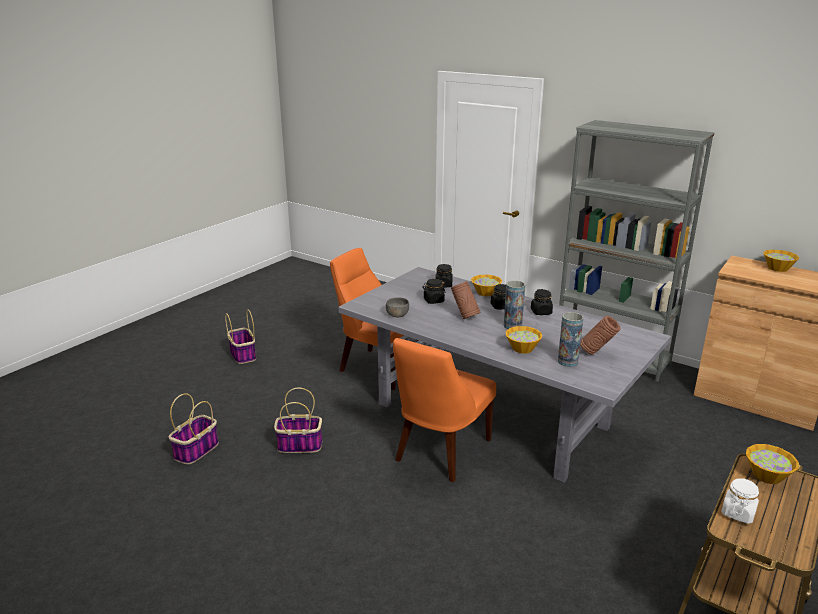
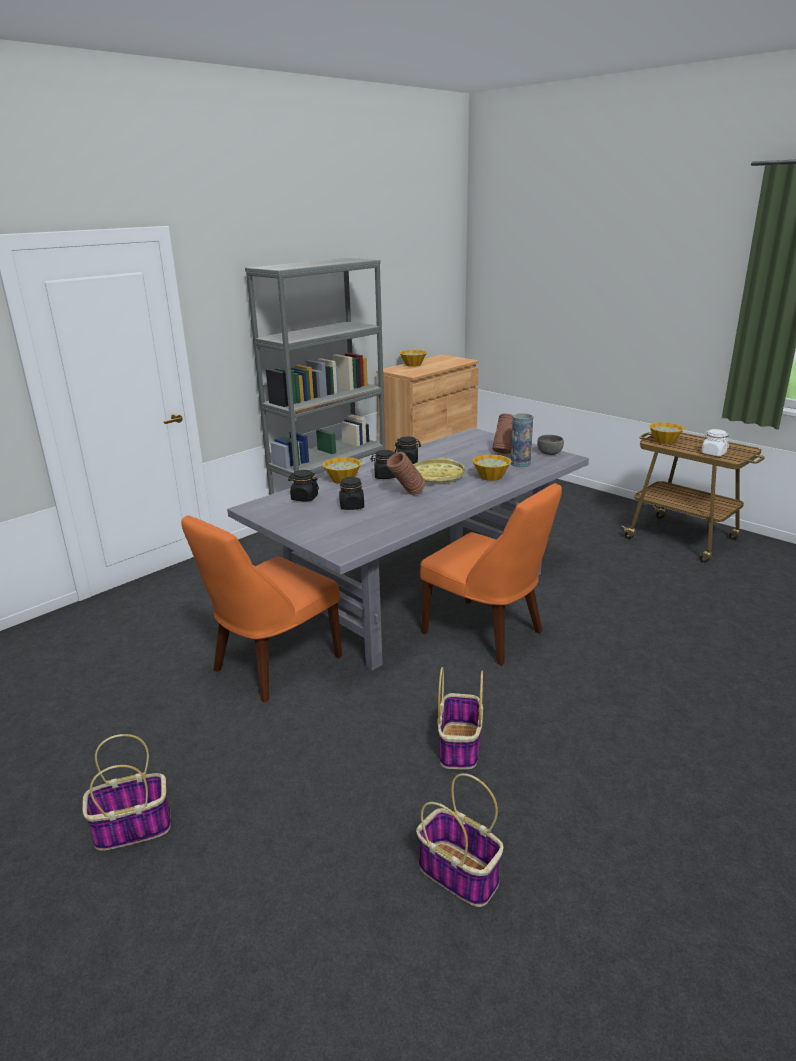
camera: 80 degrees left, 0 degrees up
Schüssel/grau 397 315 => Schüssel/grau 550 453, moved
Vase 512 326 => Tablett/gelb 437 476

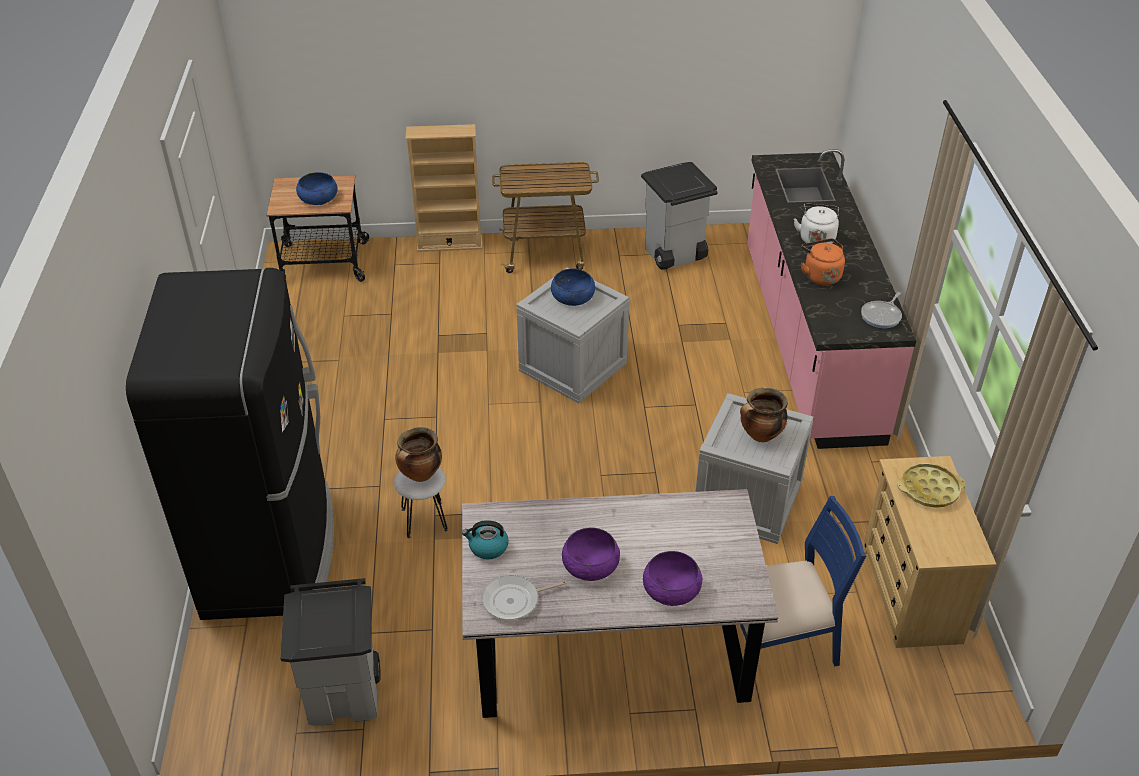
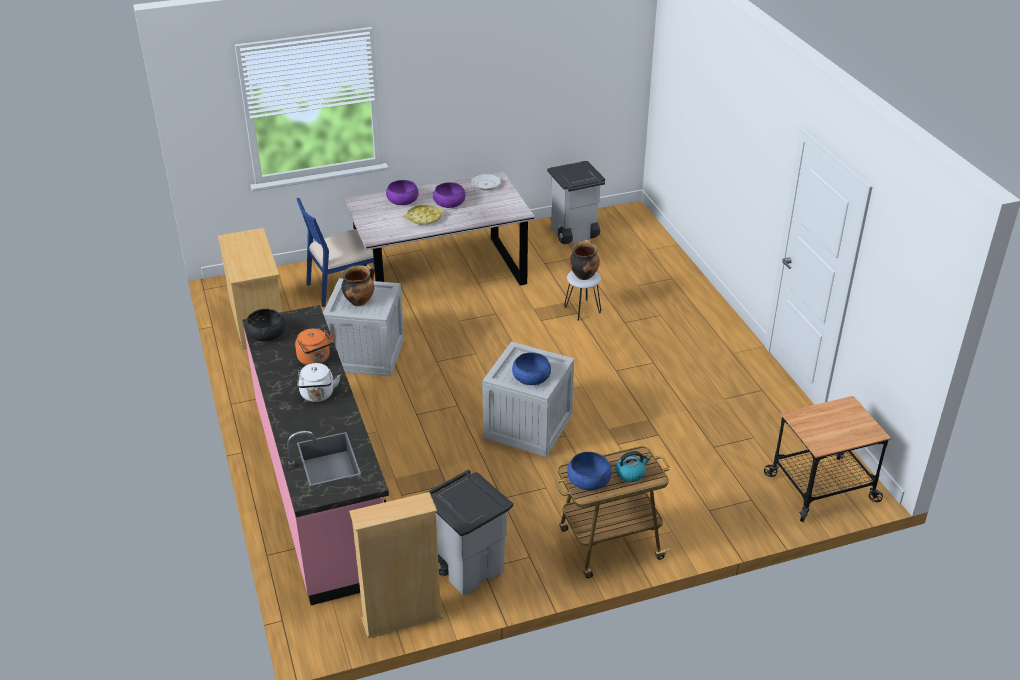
camera: 165 degrees right, 5 degrees down
Kühlschrank/schwarz 271 551 => nothing
Schüssel/blau 318 198 => Schüssel/blau 588 479, moved
Bücherregal/beige 449 244 => Bücherregal/beige 402 618, moved
Wasserkessel 487 547 => Wasserkessel 630 473, moved
Tablett/gelb 929 489 => Tablett/gelb 424 218, moved
Pfanne 882 316 => Schüssel/schwarz 266 333

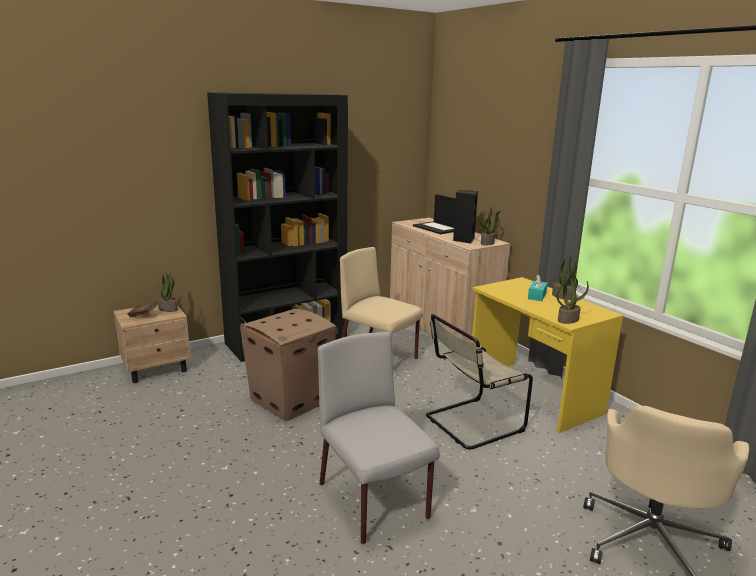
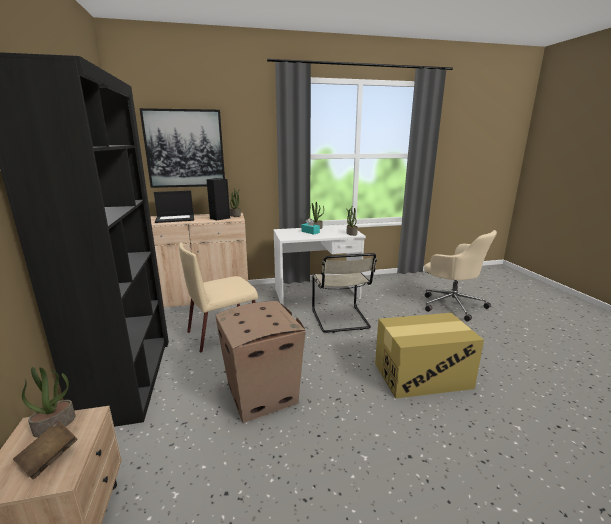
camera: 70 degrees left, 0 degrees up
nothing => Bild 185 149
Stuhl/grau 374 502 => Karton 421 375
Schreibtisch/gelb 532 394 => Schreibtisch/weiß 317 294

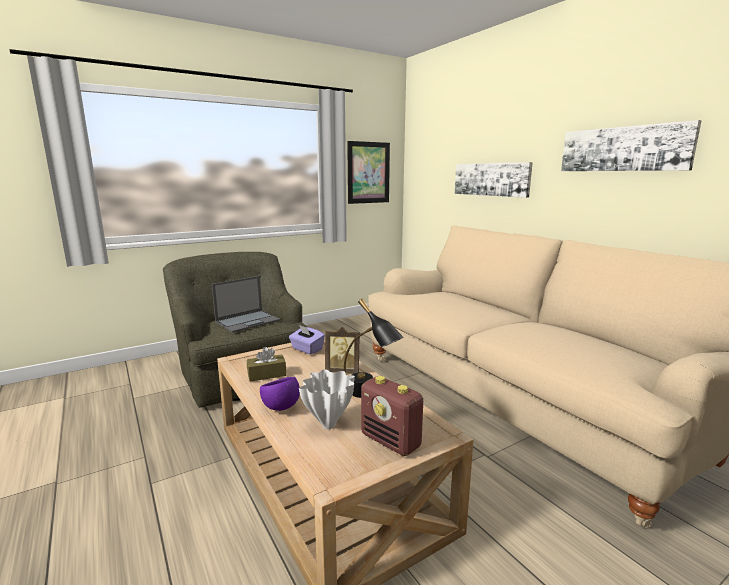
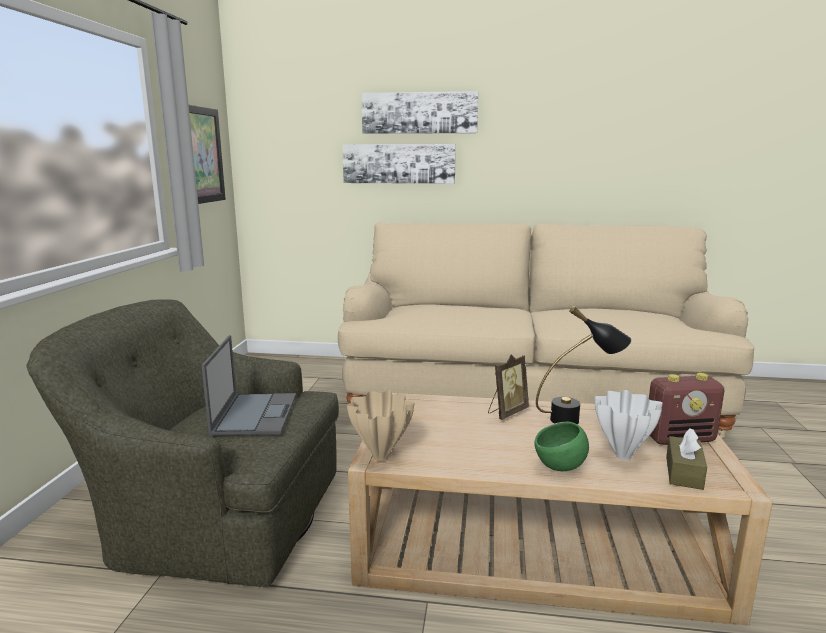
camera: 50 degrees left, 0 degrees up
Taschentuchbox/lila 306 349 => nothing
nothing => Vase/beige 381 457
Taschentuchbox/braun 266 374 => Taschentuchbox/braun 684 472, moved
Bild 623 149 => Bild 419 113, moved
Schüssel/lila 281 408 => Schüssel/grün 560 467

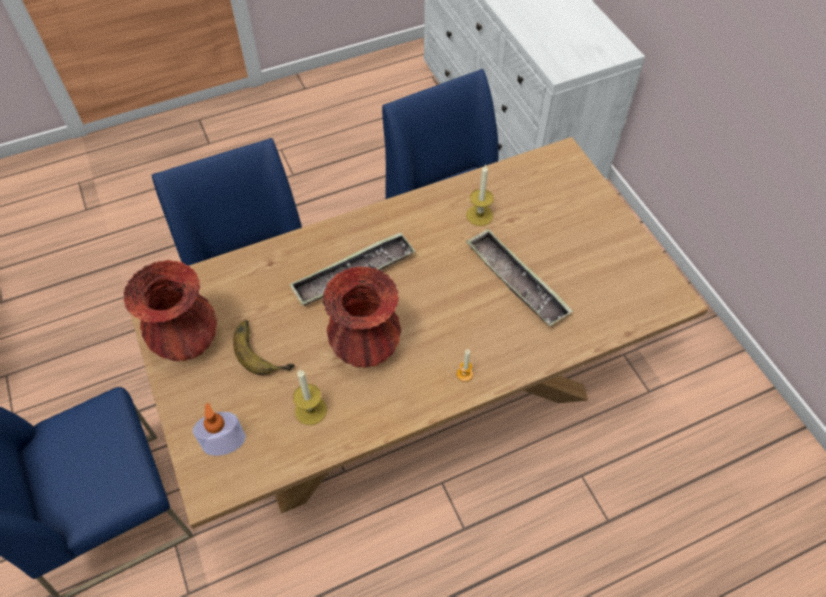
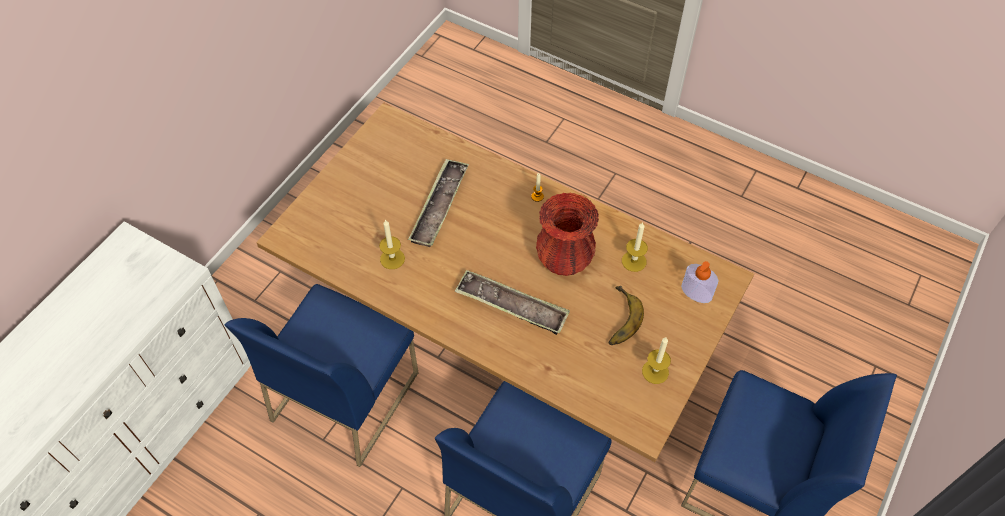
camera: 125 degrees left, 0 degrees up
Vase/rot 187 341 => Kerze 655 371

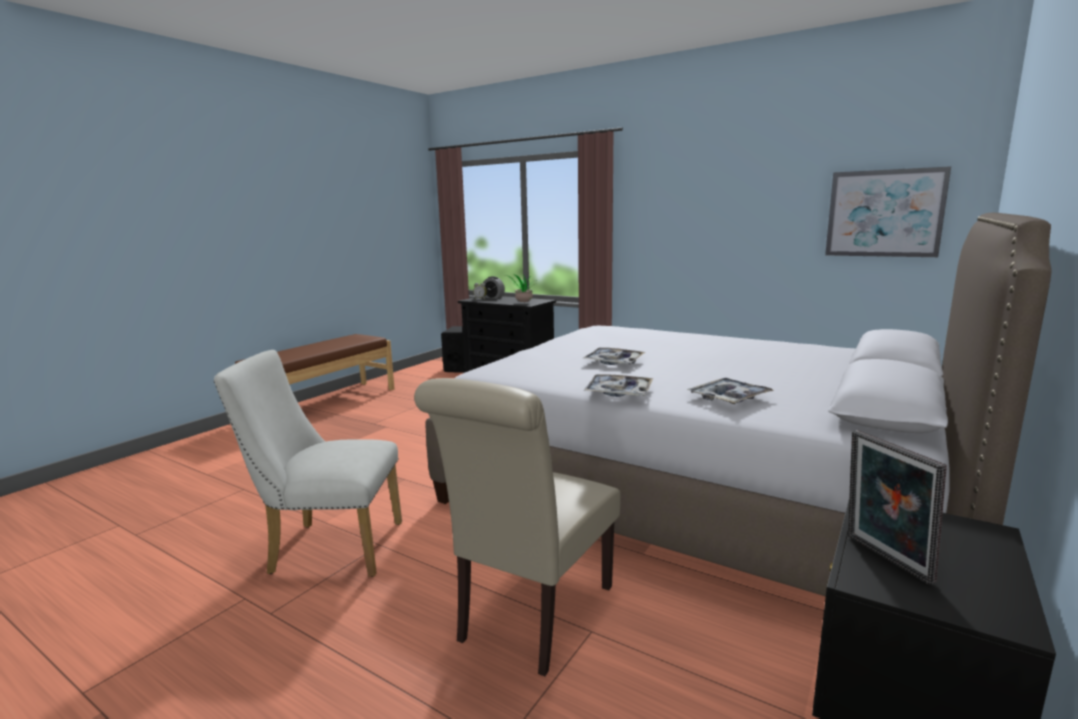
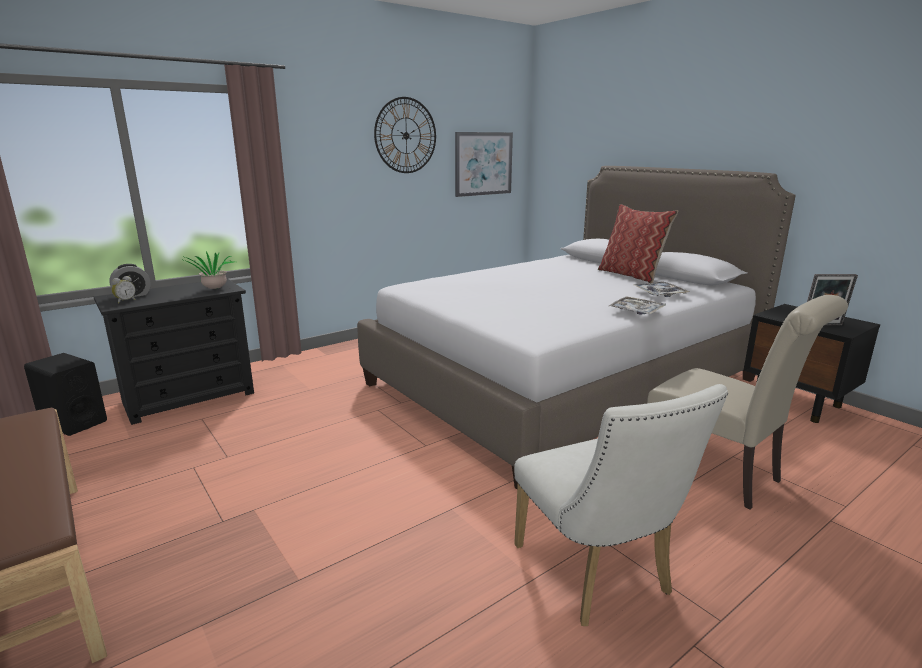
camera: 70 degrees left, 5 degrees up
Tablett 614 362 => nothing
nothing => Wanduhr 406 135
nothing => Kissen 631 275
Stuhl/weiß 328 548 => Stuhl/weiß 598 576, 45 degrees counterclockwise

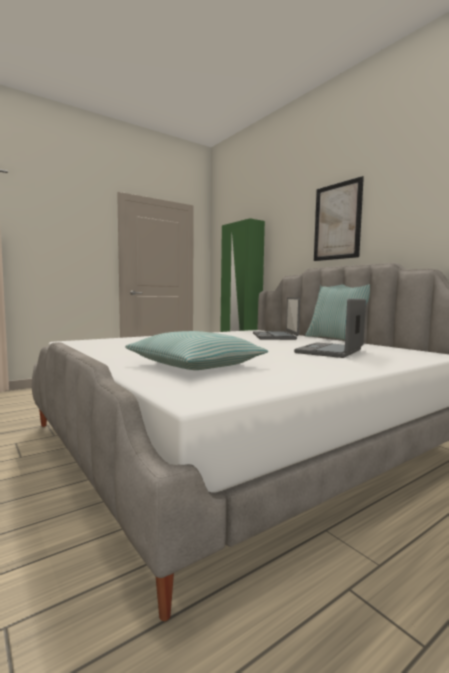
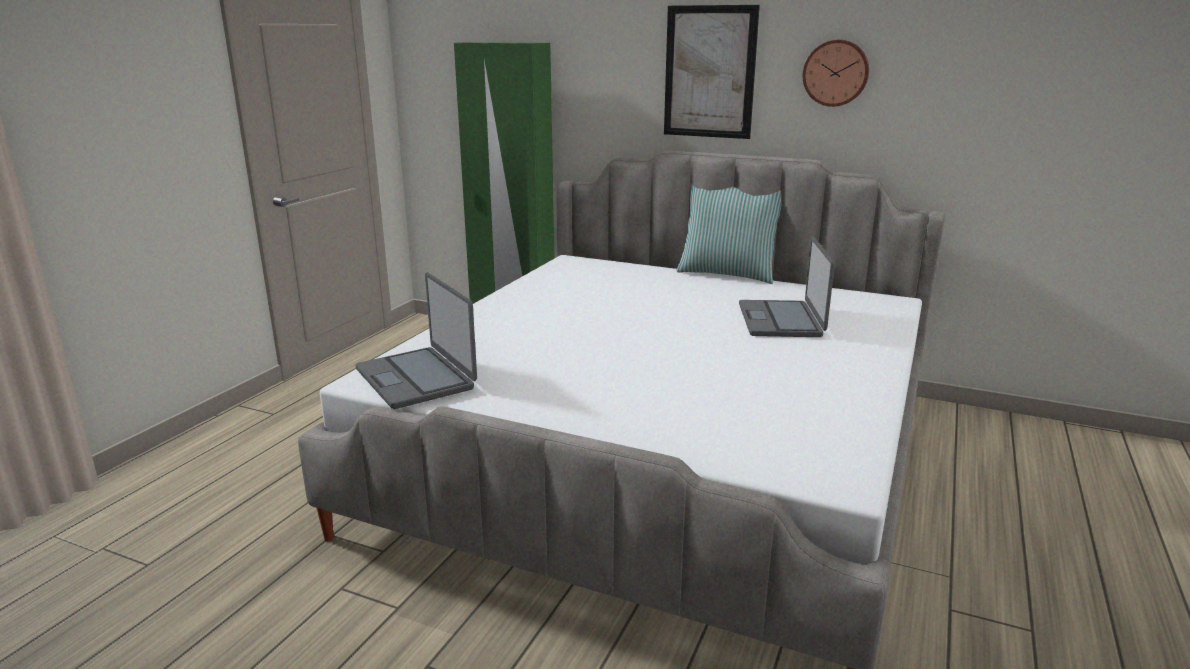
camera: 30 degrees left, 15 degrees up
Kissen 195 365 => nothing
nothing => Wanduhr 836 73
Laptop 275 336 => Laptop 416 378, moved

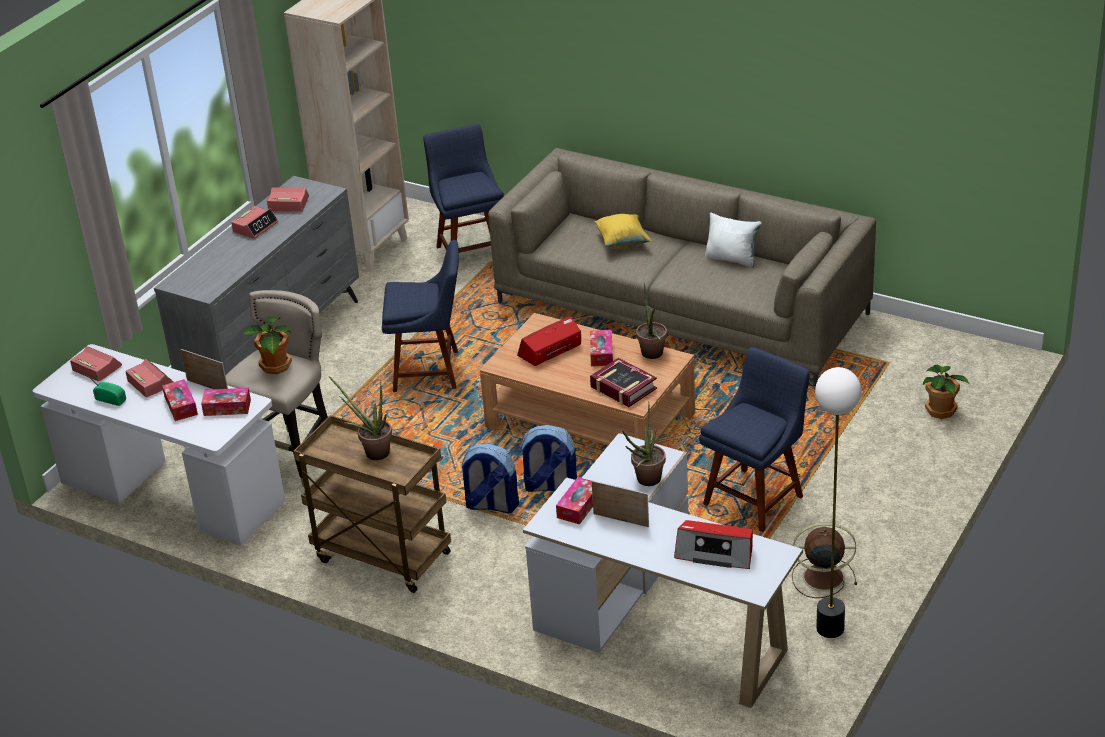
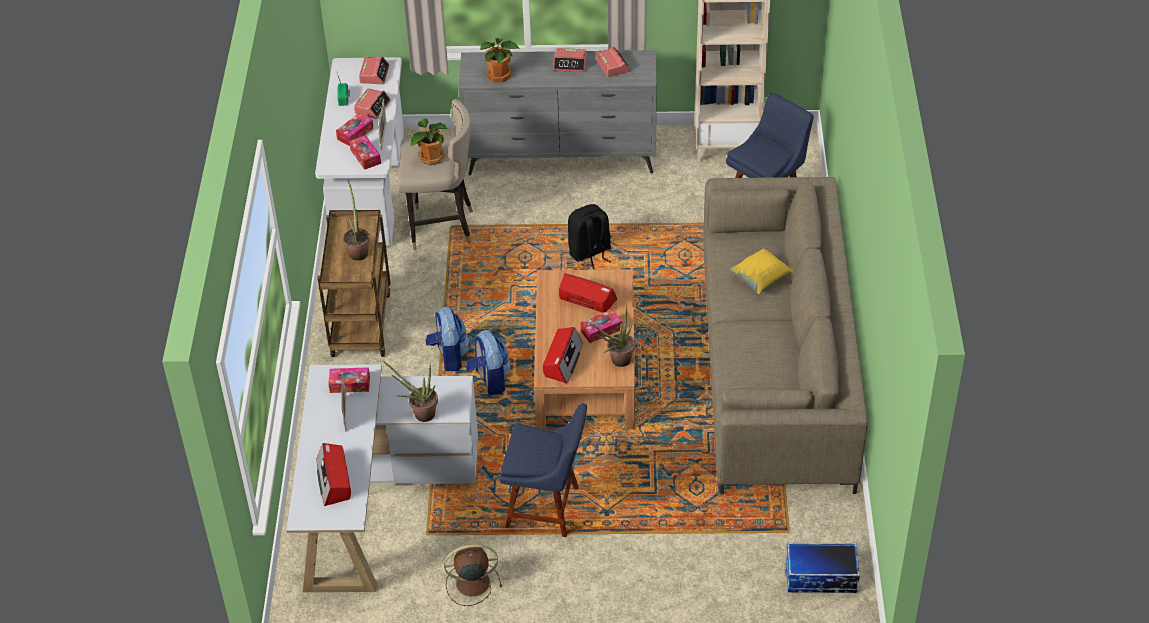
camera: 60 degrees right, 10 degrees up
Kissen/weiß 732 259 => nothing
Stehlampe 829 628 => nothing
nothing => Aufbewahrungsbox 820 578
Topfpflanze 941 410 => Topfpflanze 500 75, moved
Stuhl/blau 430 371 => Rucksack/schwarz 590 253
Buch 623 388 => Radio 562 361
Ventilator/braun 821 577 => Ventilator/braun 471 583, 75 degrees counterclockwise

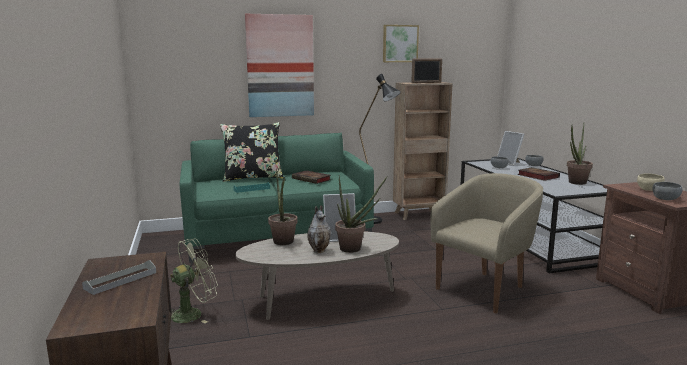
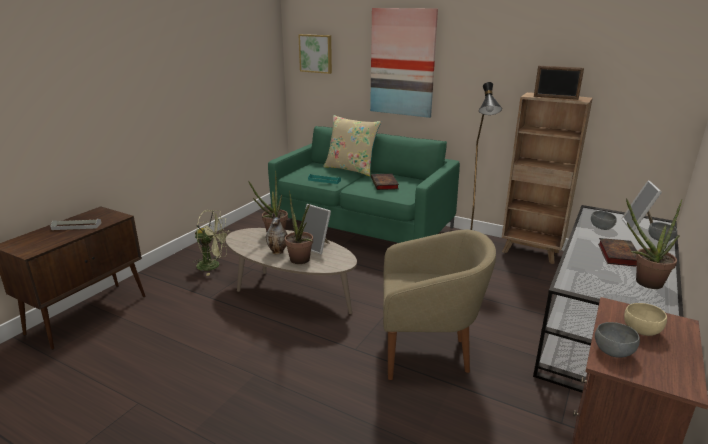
camera: 45 degrees right, 10 degrees up
Bild 400 43 => Bild 316 53, moved
Kissen/schwarz 253 178 => Kissen/beige 351 169

